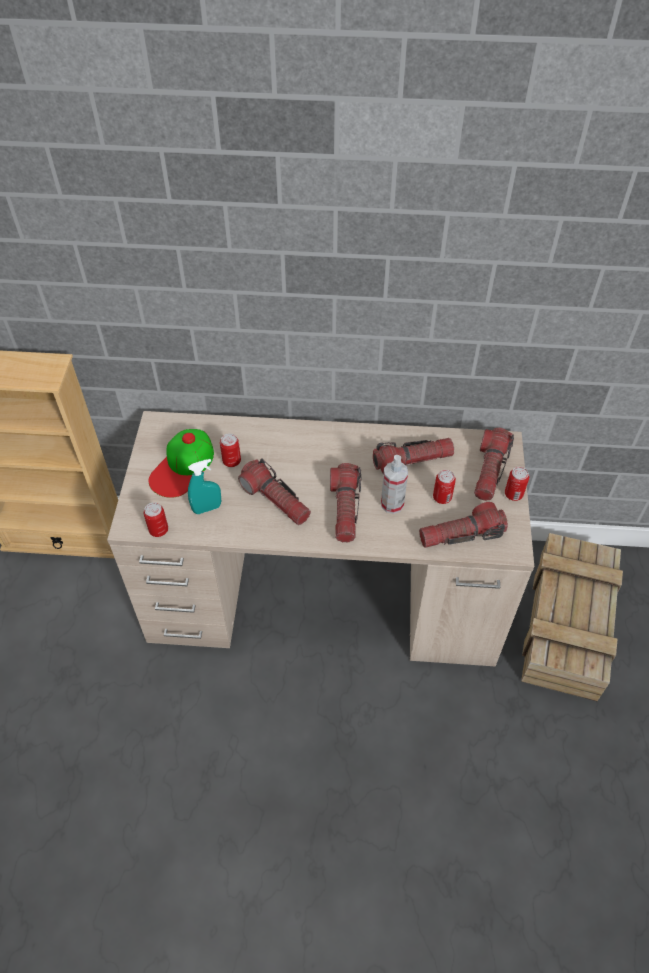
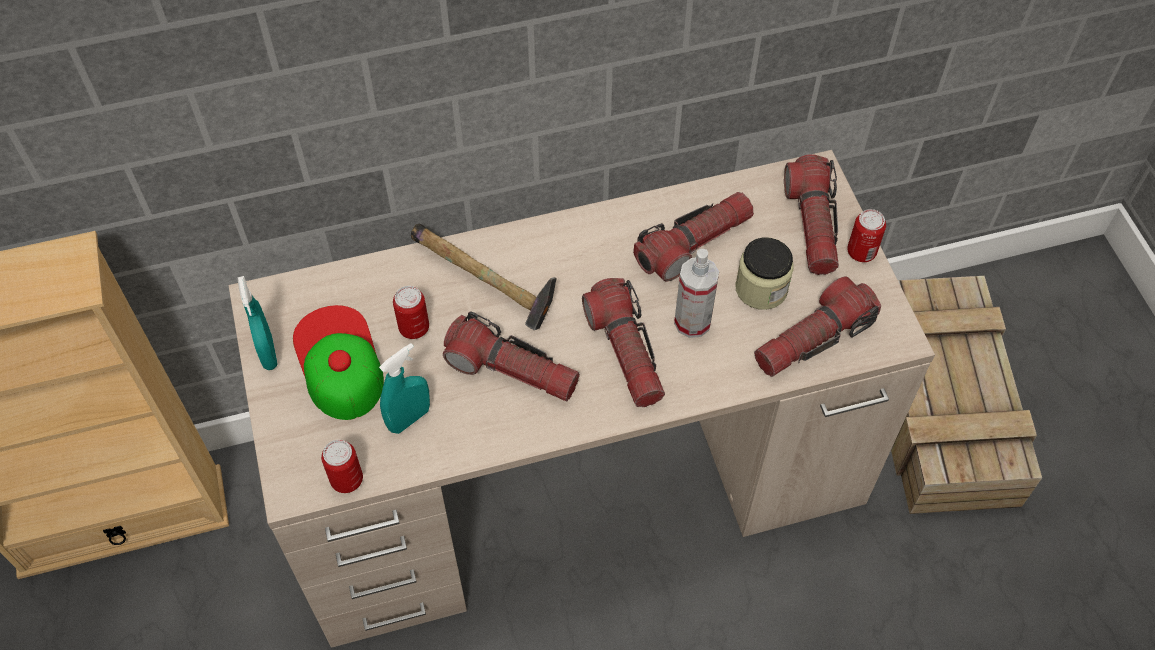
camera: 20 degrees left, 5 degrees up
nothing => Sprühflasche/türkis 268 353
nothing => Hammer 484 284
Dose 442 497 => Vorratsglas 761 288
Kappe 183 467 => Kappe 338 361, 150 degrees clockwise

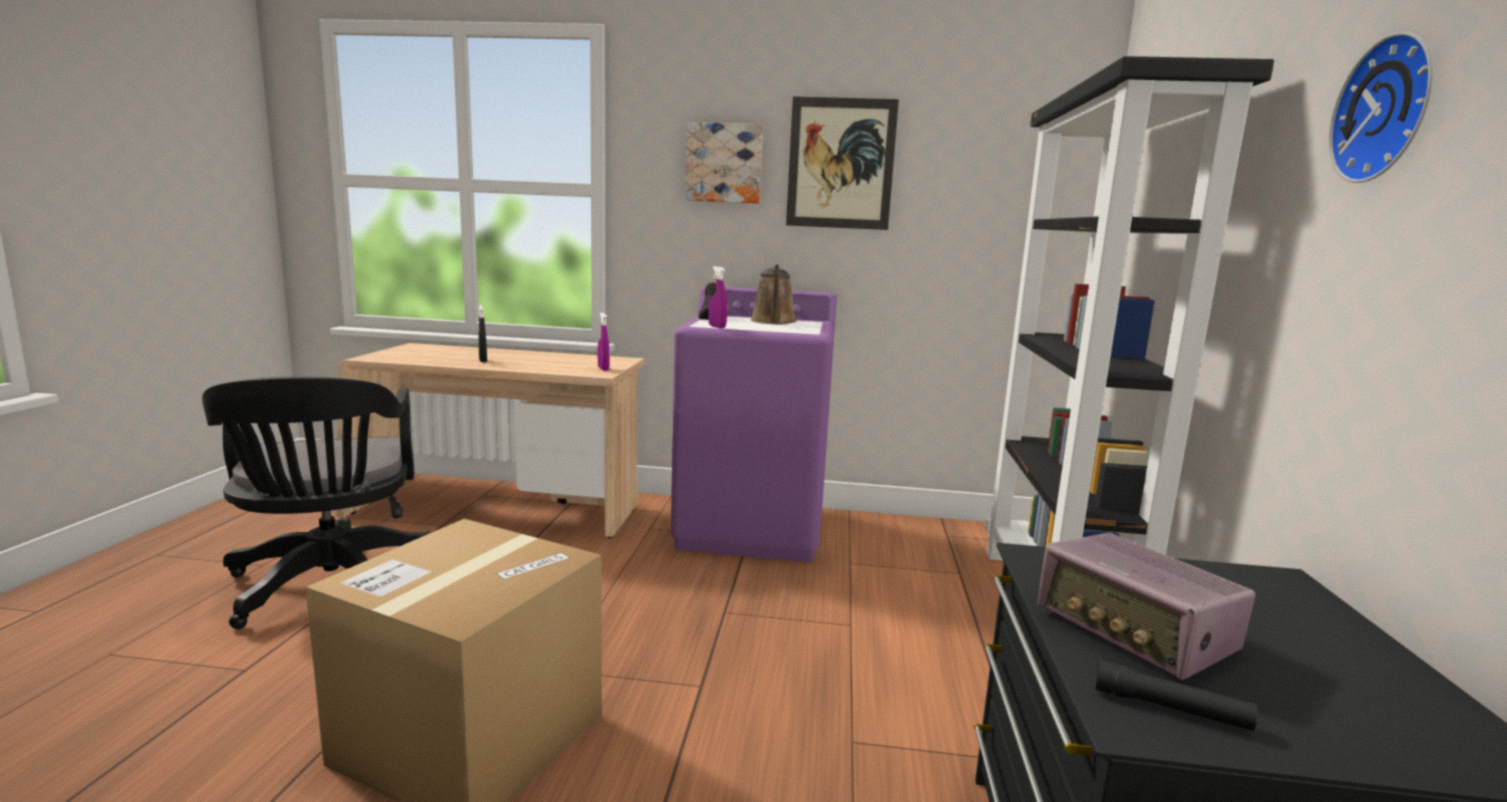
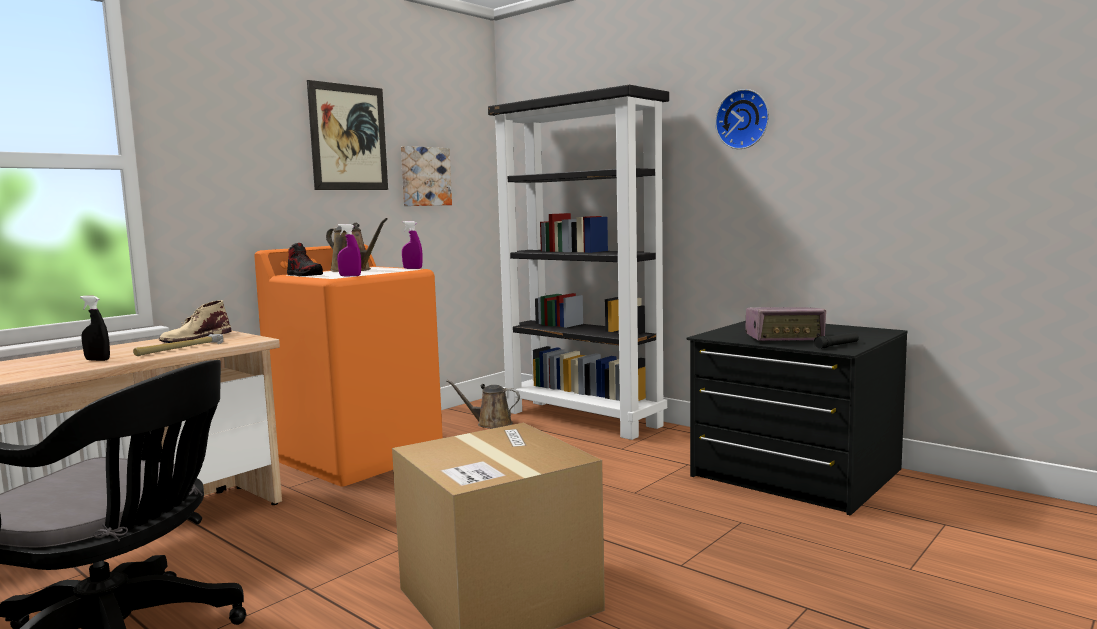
camera: 55 degrees left, 5 degrees down
nothing => Hammer 181 348
nothing => Stiefel/beige 195 337
nothing => Gießkanne/braun 491 424
Sprühflasche/lila 603 369 => Sprühflasche/lila 412 268, moved
Bild 724 163 => Bild 424 176, moved
Waschmaschine/lila 752 528 => Waschmaschine/orange 359 456

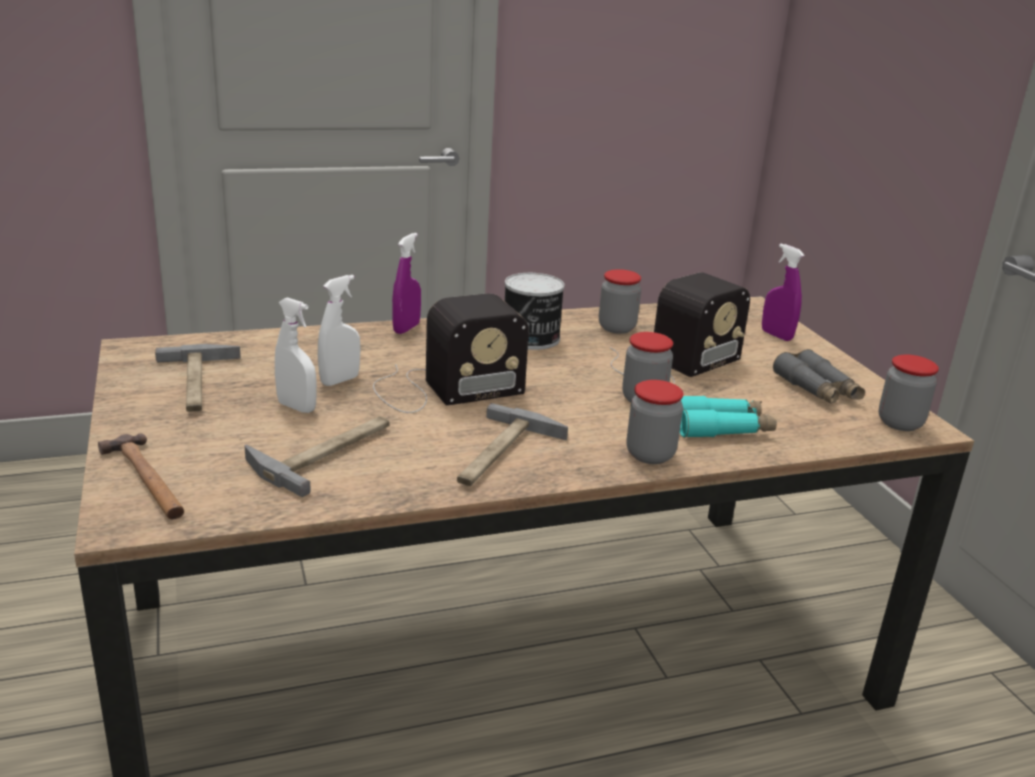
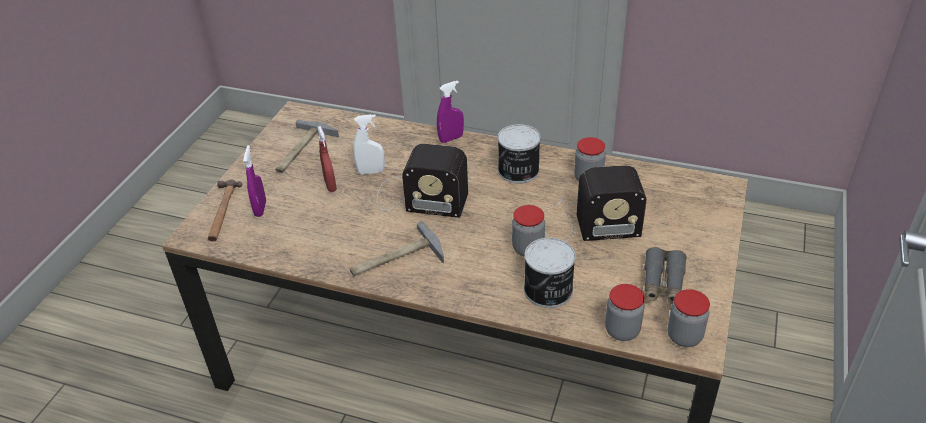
camera: 40 degrees right, 15 degrees up
Hammer 327 452 => nothing
Vorratsglas 650 454 => Vorratsglas 622 330, moved
Sprühflasche/lila 776 335 => Sprühflasche/lila 260 209, moved
Fernglas/türkis 721 428 => Dose 548 291
Sprühflasche/weiß 296 407 => Sprühflasche/rot 330 185

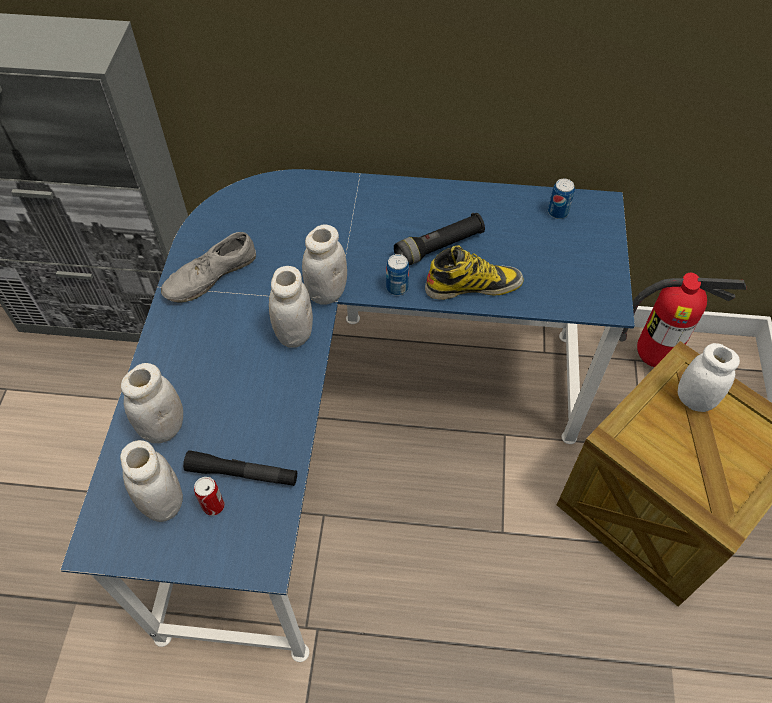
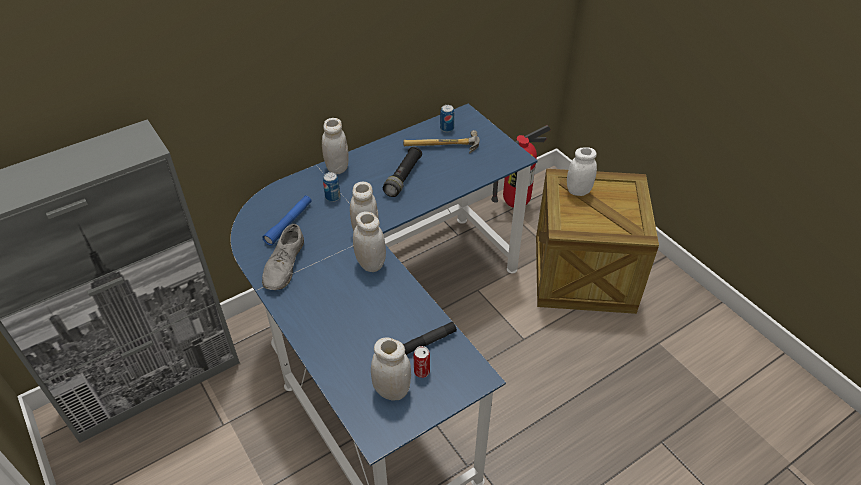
camera: 40 degrees left, 10 degrees down
Stiefel 473 285 => nothing
nothing => Taschenlampe/blau 289 223
nothing => Hammer 442 148
Vorratsglas/weiß 163 428 => Vorratsglas/weiß 337 168, moved
Dose 397 288 => Dose 332 197, moved

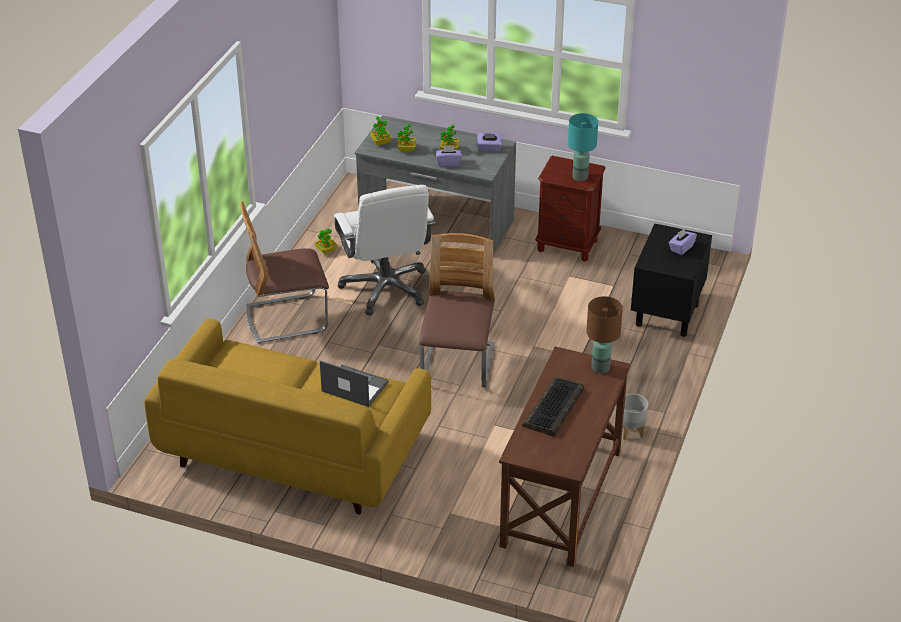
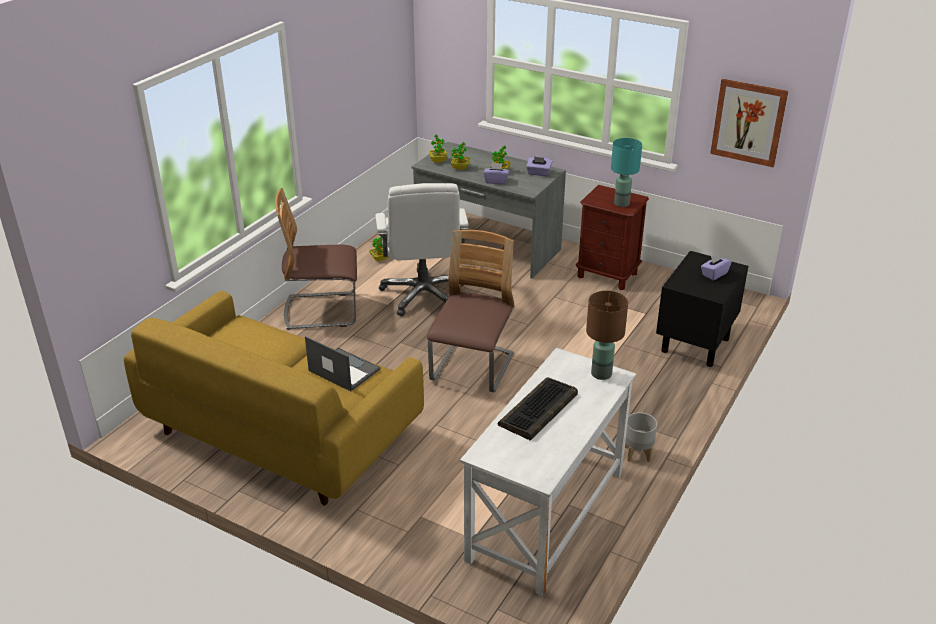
camera: 10 degrees right, 5 degrees down
nothing => Bild 748 122
Schreibtisch/braun 562 498 => Schreibtisch/weiß 547 516

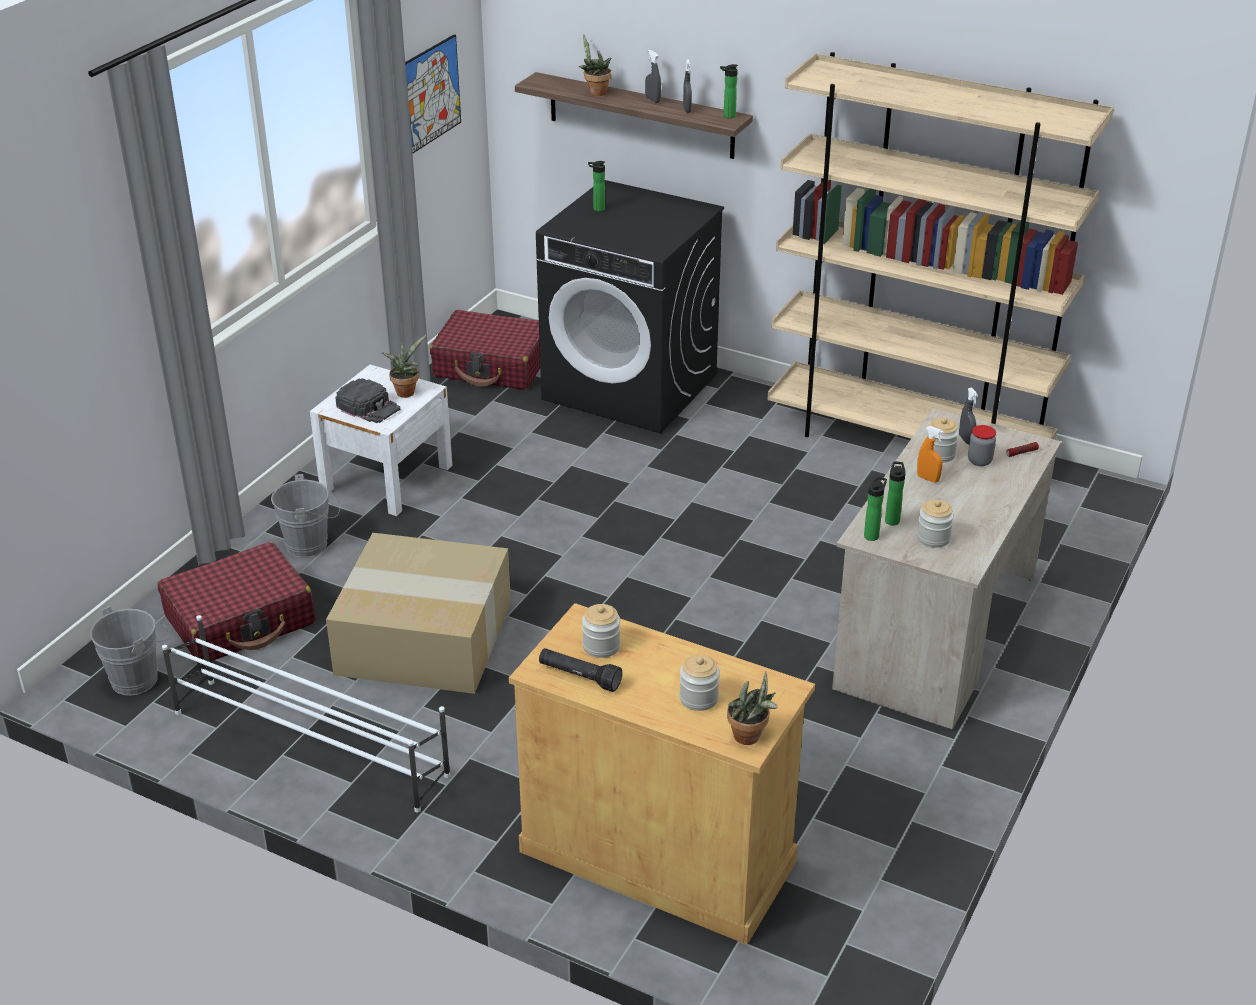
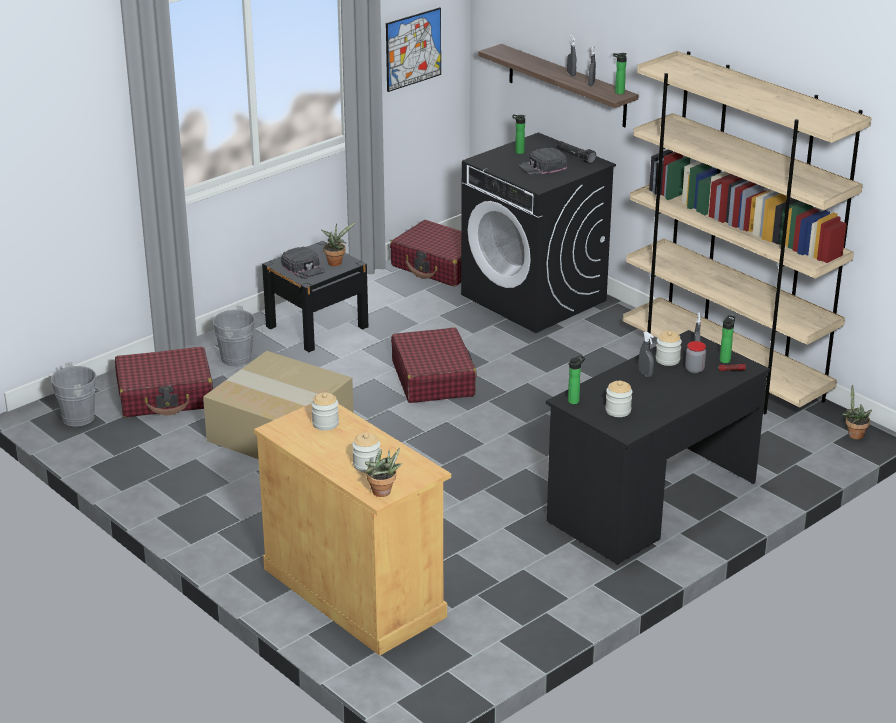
camera: 20 degrees right, 5 degrees down
Schuhregal/weiß 309 742 => nothing
nothing => Koffer/rot 433 378
nothing => Kappe/schwarz 542 167
Taschenlampe/schwarz 579 677 => Taschenlampe/schwarz 575 157, moved
Topfpflanze 595 92 => Topfpflanze 854 434, moved
Flasche 892 519 => Flasche 725 359, moved
Nachttisch/weiß 386 478 => Nachttisch/schwarz 317 327
Schreibtisch/beige 936 632 => Schreibtisch/schwarz 651 502
Sprühflasche/orange 928 478 => Sprühflasche/grau 645 373

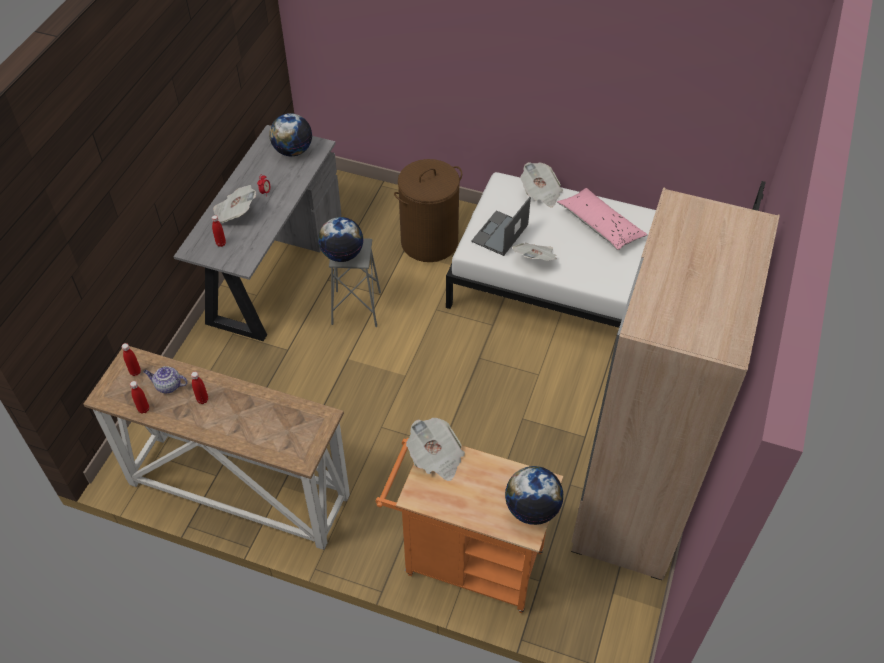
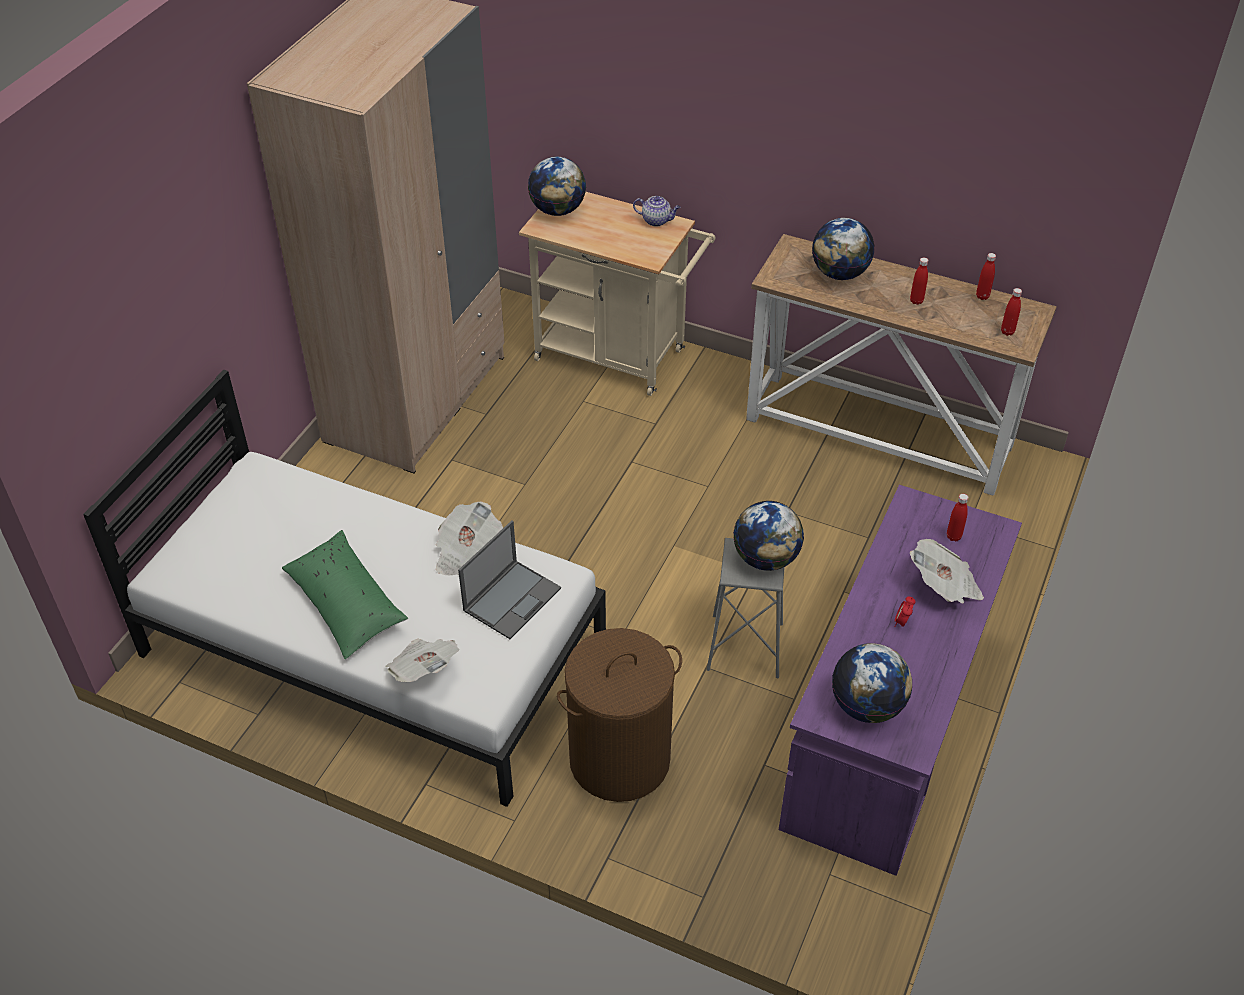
camera: 175 degrees left, 5 degrees down
Zeitung 436 457 => nothing
nothing => Globus 839 273
Teekanne 168 386 => Teekanne 657 220, moved
Schreibtisch/grau 272 269 => Schreibtisch/lila 889 725
Rollwagen/orange 466 561 => Rollwagen/beige 618 357
Kissen/rosa 600 225 => Kissen/grün 346 603

